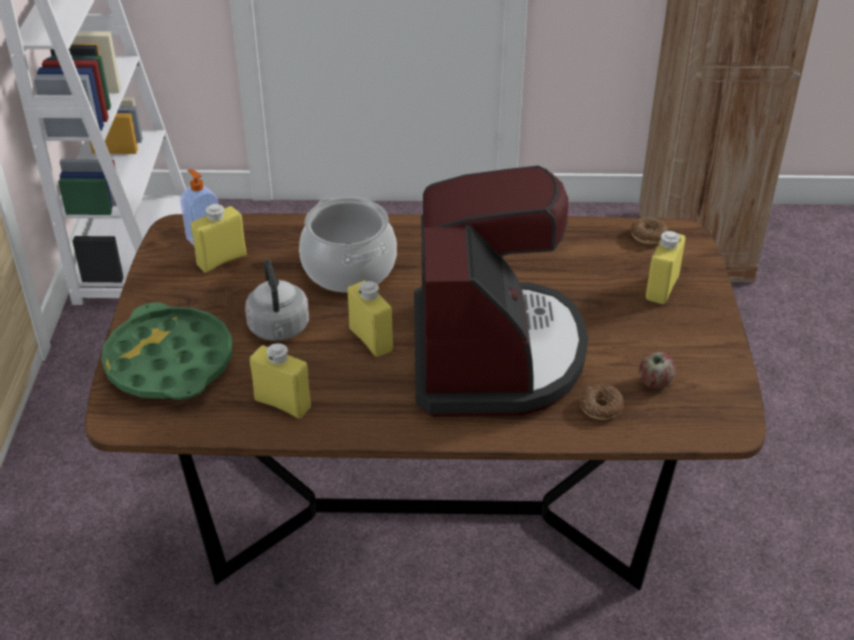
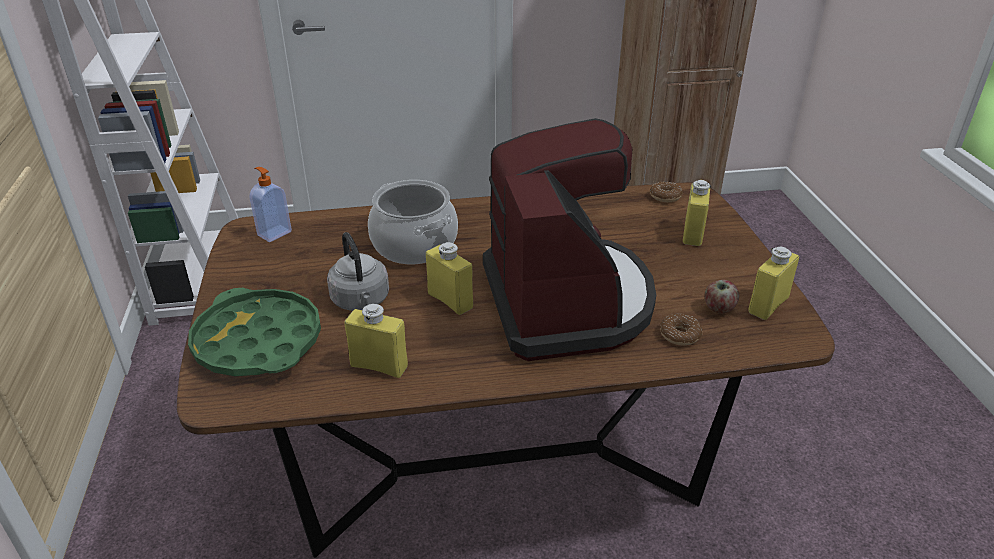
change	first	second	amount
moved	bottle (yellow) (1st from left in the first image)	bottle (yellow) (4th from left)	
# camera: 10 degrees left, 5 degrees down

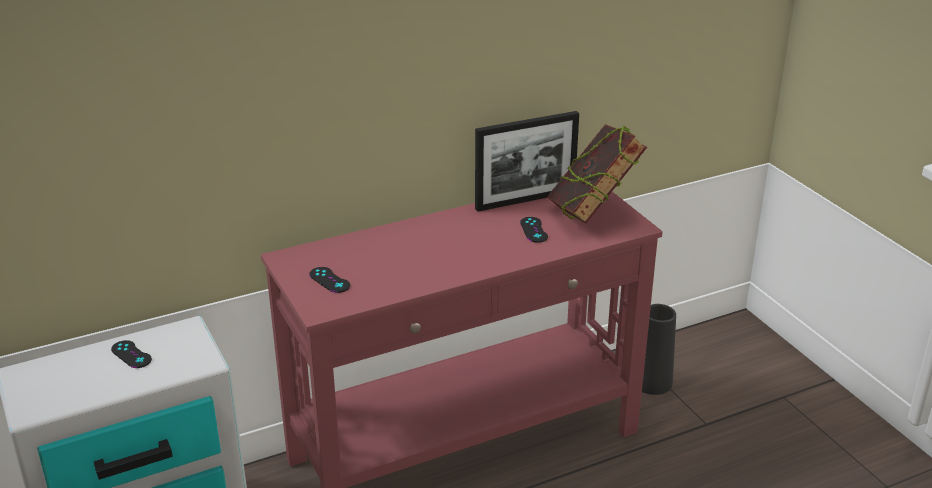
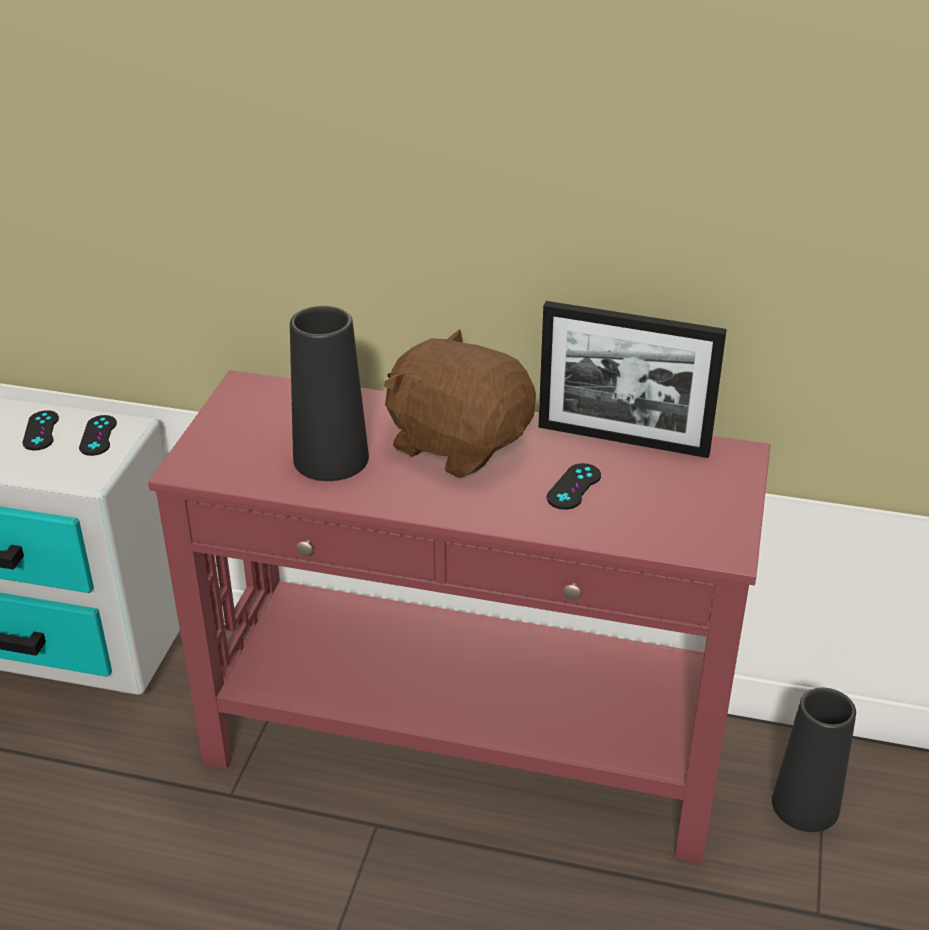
change	first	second	amount
moved	game controller (black) (2nd from left)		
removed	book		
added		vase (black) (1st from left)	
added		plush toy (brown)	
# camera: 40 degrees right, 5 degrees up

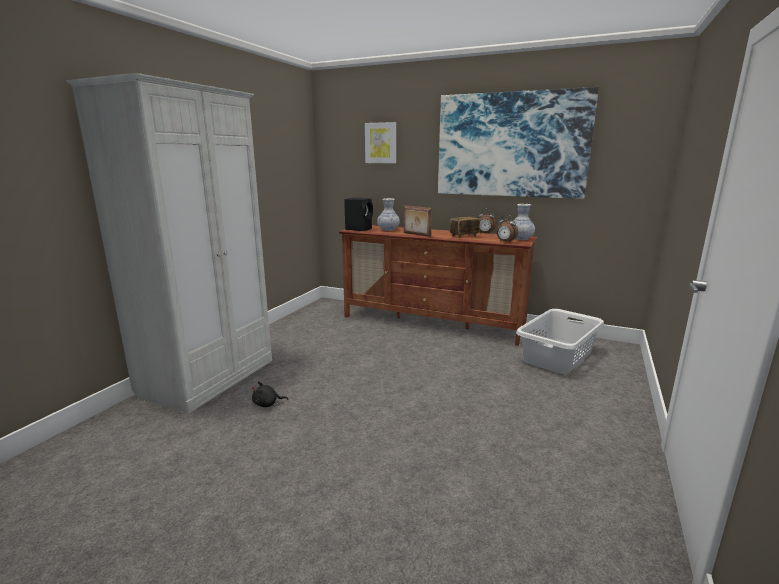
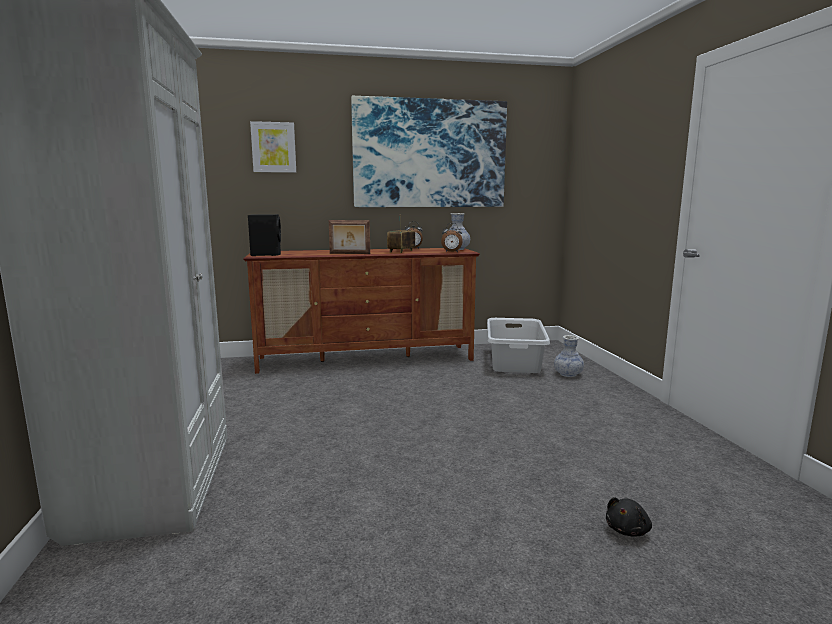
change	first	second	amount
moved	plush toy (black)		
moved	vase (1st from left in the first image)	vase (2nd from left)	
# camera: 35 degrees left, 5 degrees down

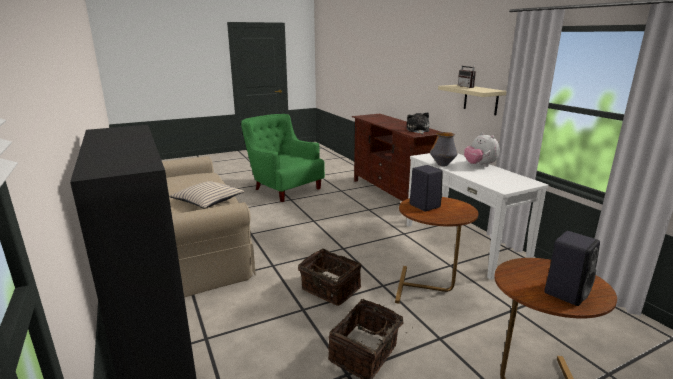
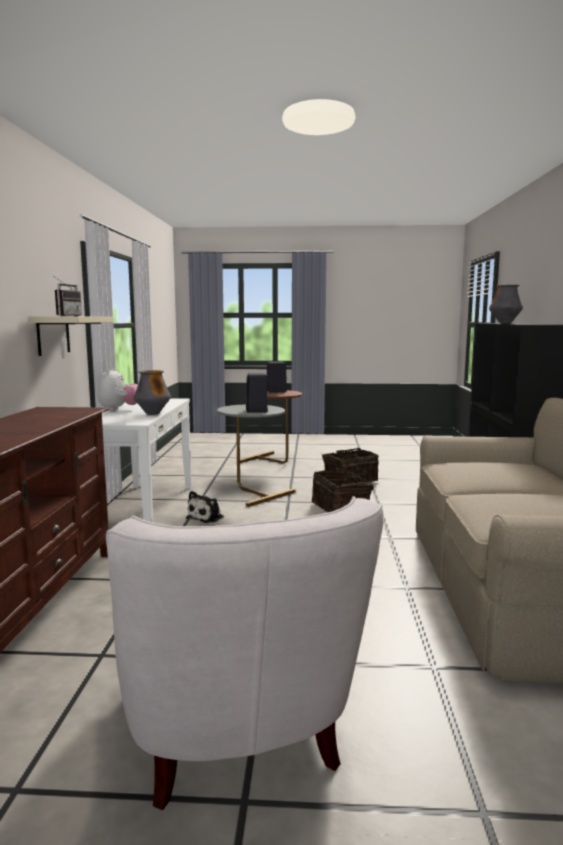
change	first	second	amount
removed	pillow (beige)		
recoloured	armchair (green)	armchair (white)	
recoloured	side table (brown) (1st from left)	side table (grey)	
moved	plush toy (1st from left in the first image)	plush toy (2nd from left)	
added		vase (2nd from left)	
# camera: 150 degrees left, 10 degrees down

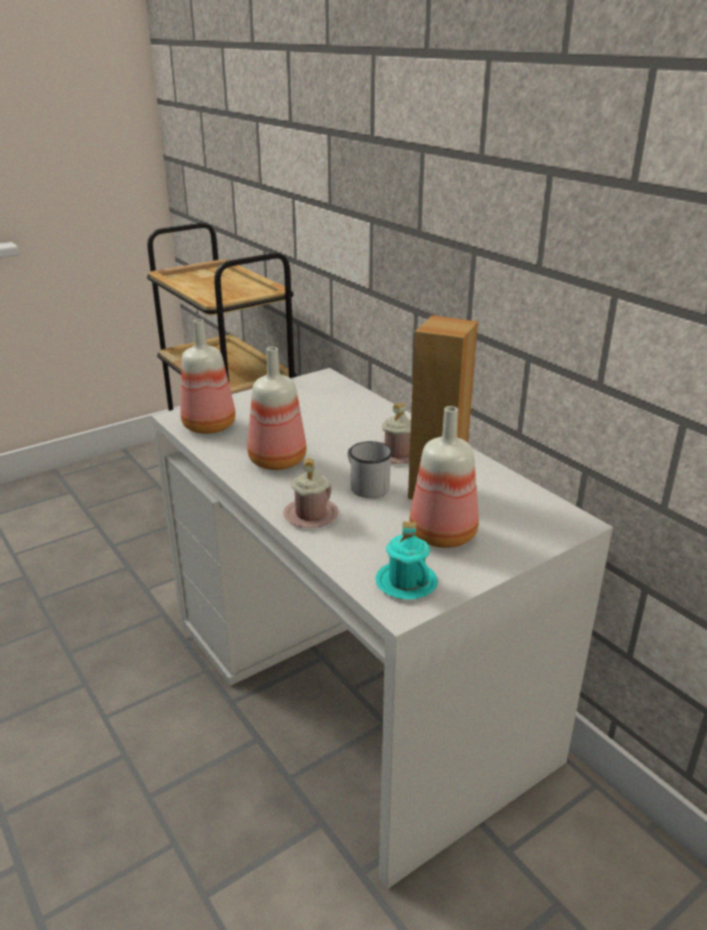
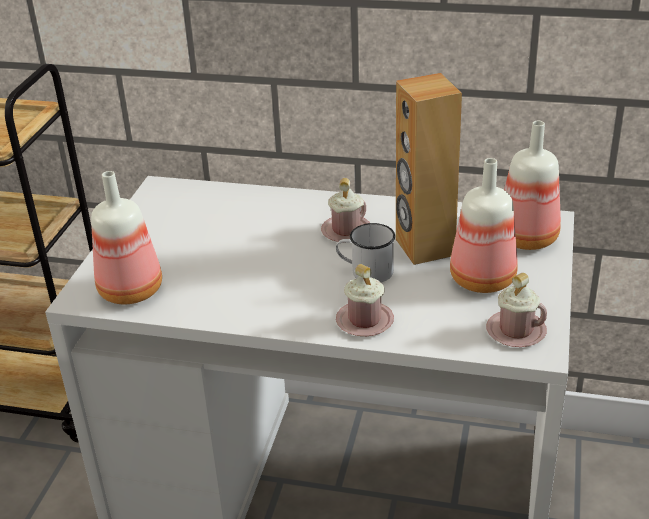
change	first	second	amount
moved	bottle (2nd from left in the first image)	bottle (3rd from left)	
recoloured	mug (turquoise)	mug (pink) (3rd from left)	
# camera: 40 degrees left, 5 degrees up

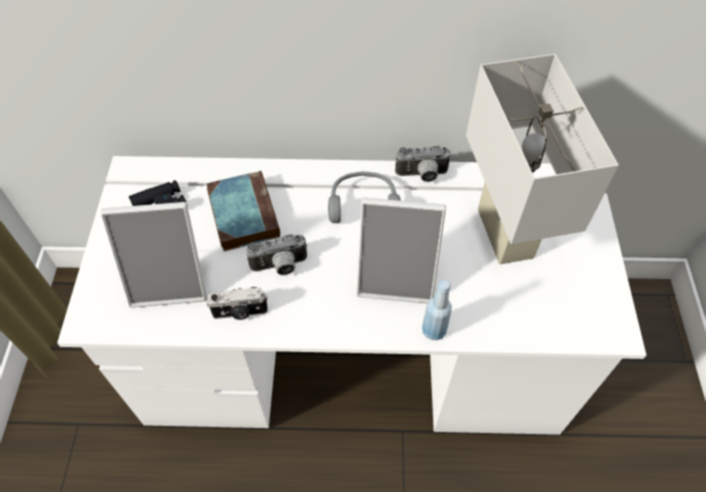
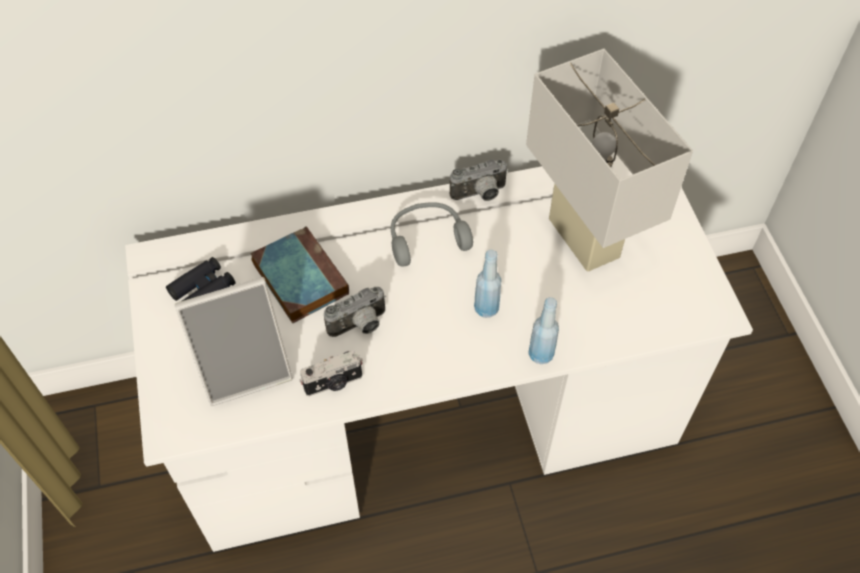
change	first	second	amount
replaced	picture frame (2nd from left)	bottle (blue) (1st from left)	
# camera: 15 degrees left, 0 degrees up

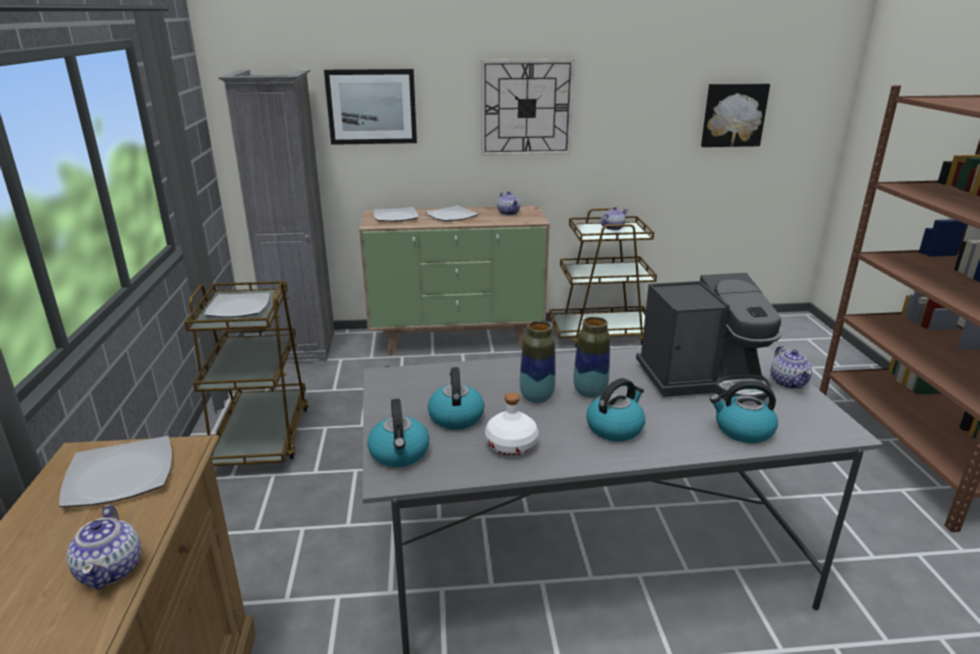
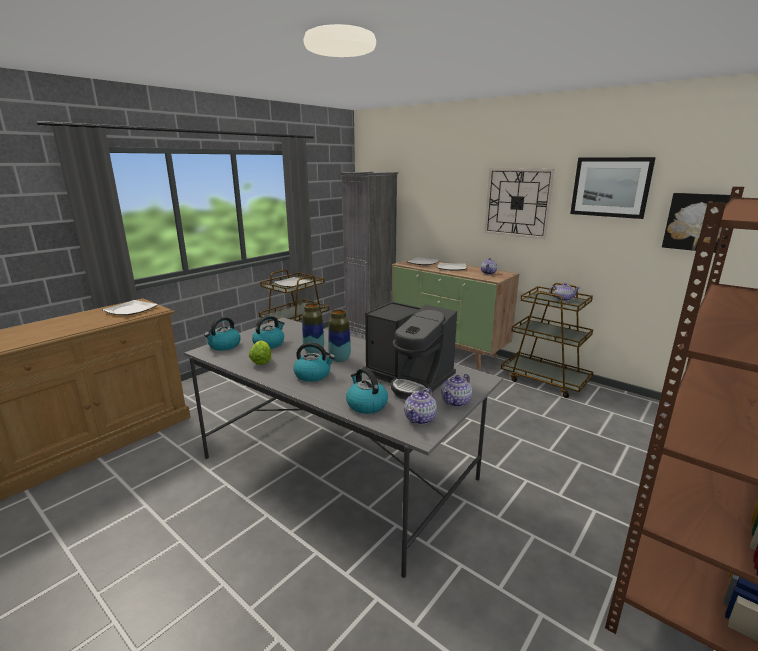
change	first	second	amount
moved	teapot (1st from left)		
moved	picture (1st from left)		
replaced	bottle (white)	lettuce	
# camera: 45 degrees right, 5 degrees down

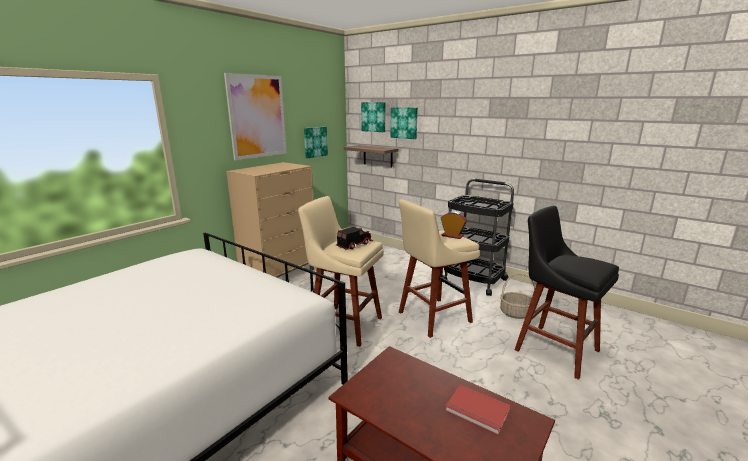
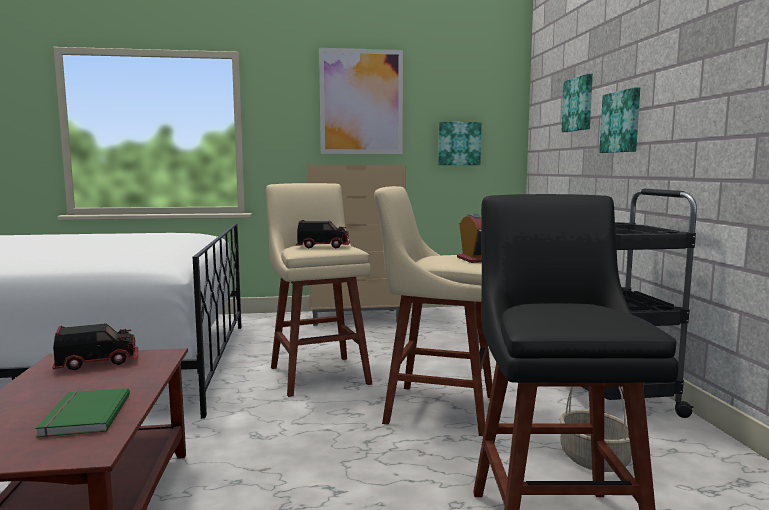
change	first	second	amount
removed	shelf		
moved	picture (3rd from left in the first image)	picture (4th from left)	
recoloured	book (red)	book (green)	
added		toy truck (1st from left)	
# camera: 45 degrees right, 10 degrees down

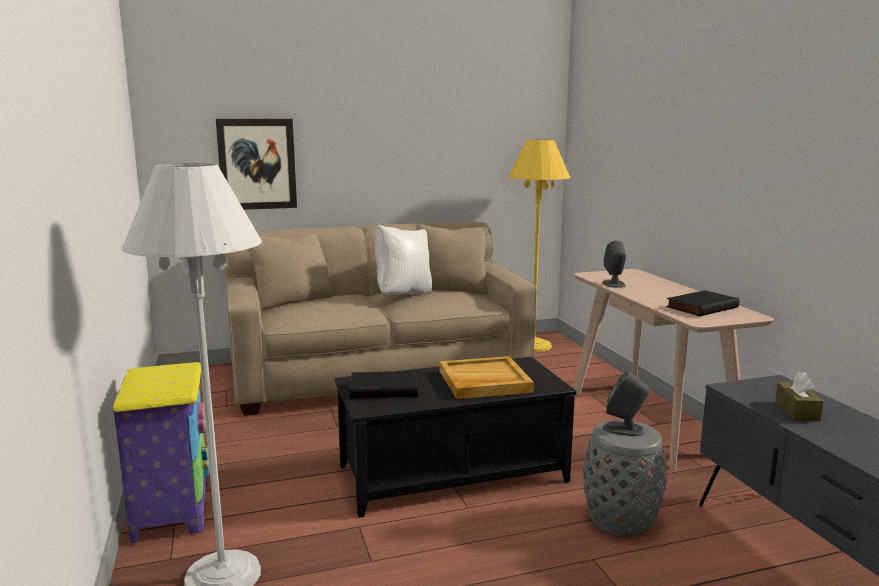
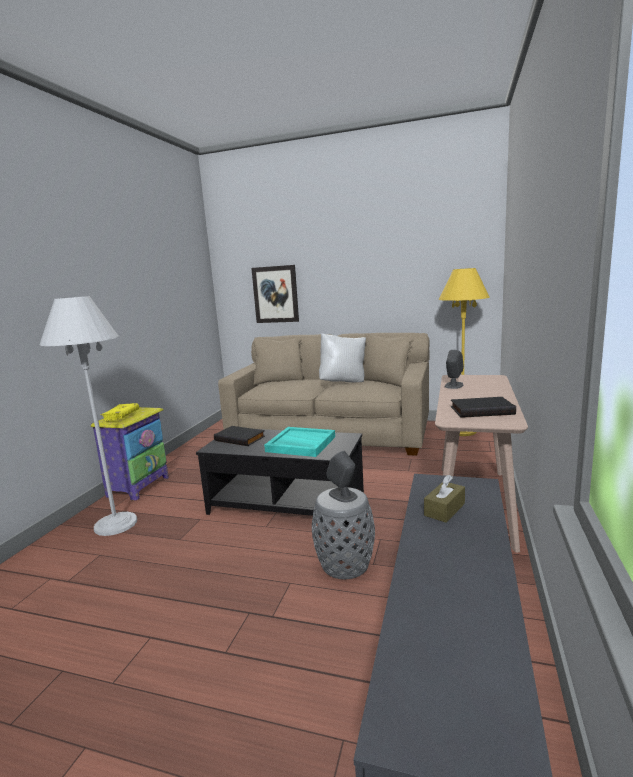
change	first	second	amount
recoloured	tray (beige)	tray (turquoise)	
added		book (yellow)	
# camera: 35 degrees right, 0 degrees up

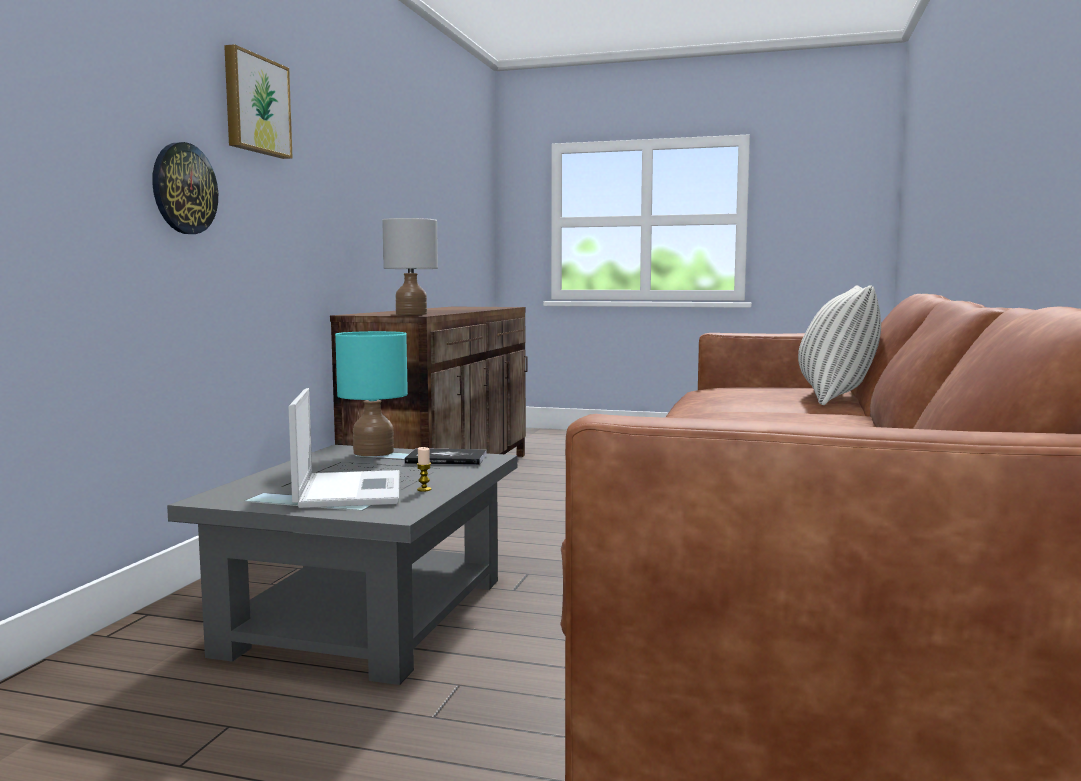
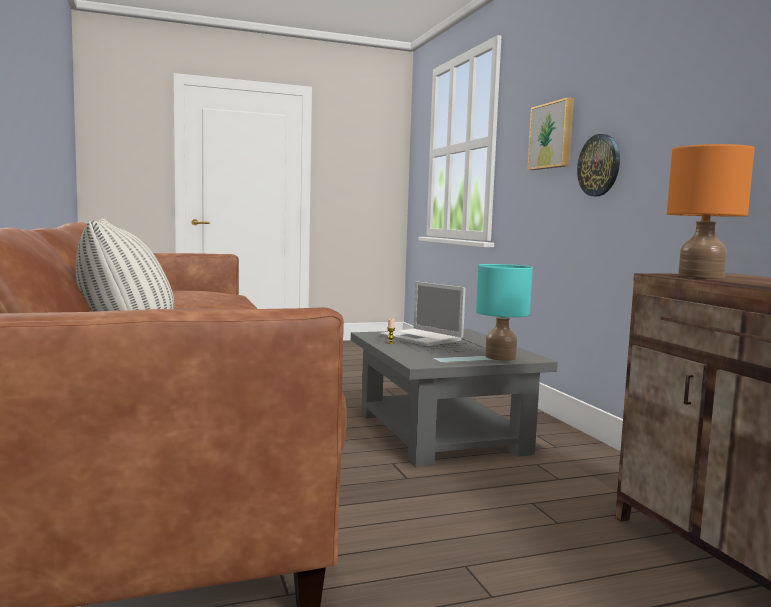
change	first	second	amount
moved	picture		
recoloured	table lamp (grey)	table lamp (orange)	
removed	book		
# camera: 145 degrees right, 0 degrees up

